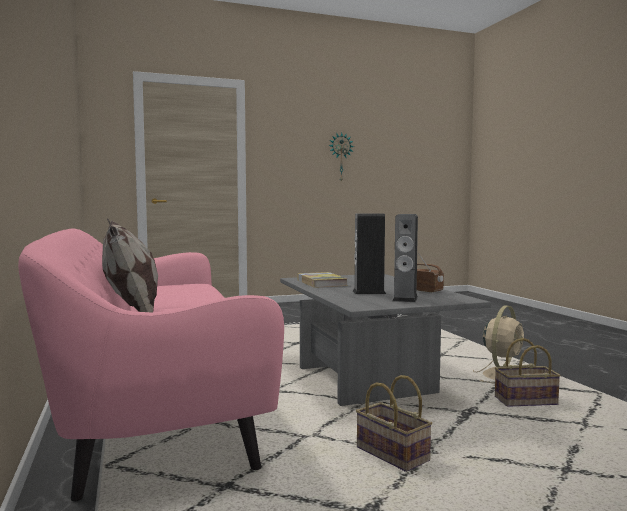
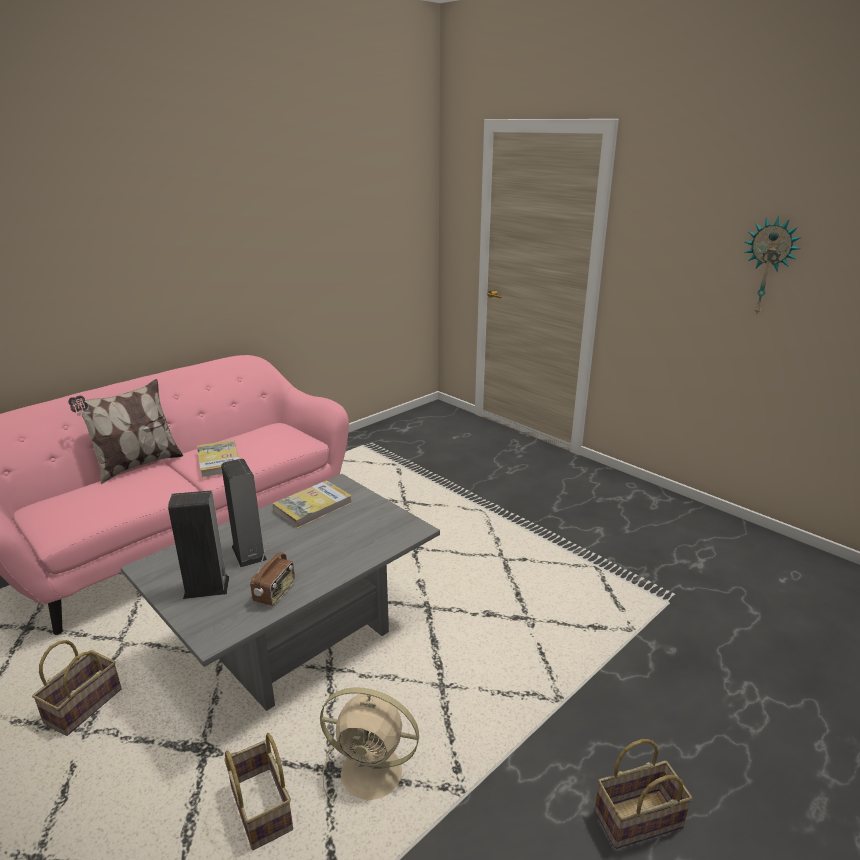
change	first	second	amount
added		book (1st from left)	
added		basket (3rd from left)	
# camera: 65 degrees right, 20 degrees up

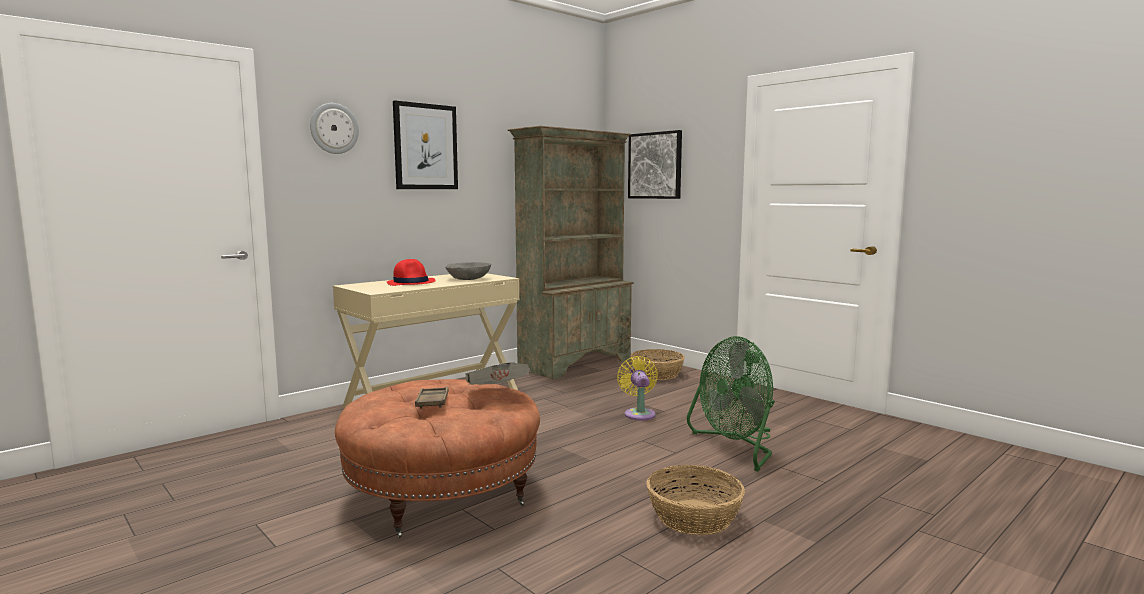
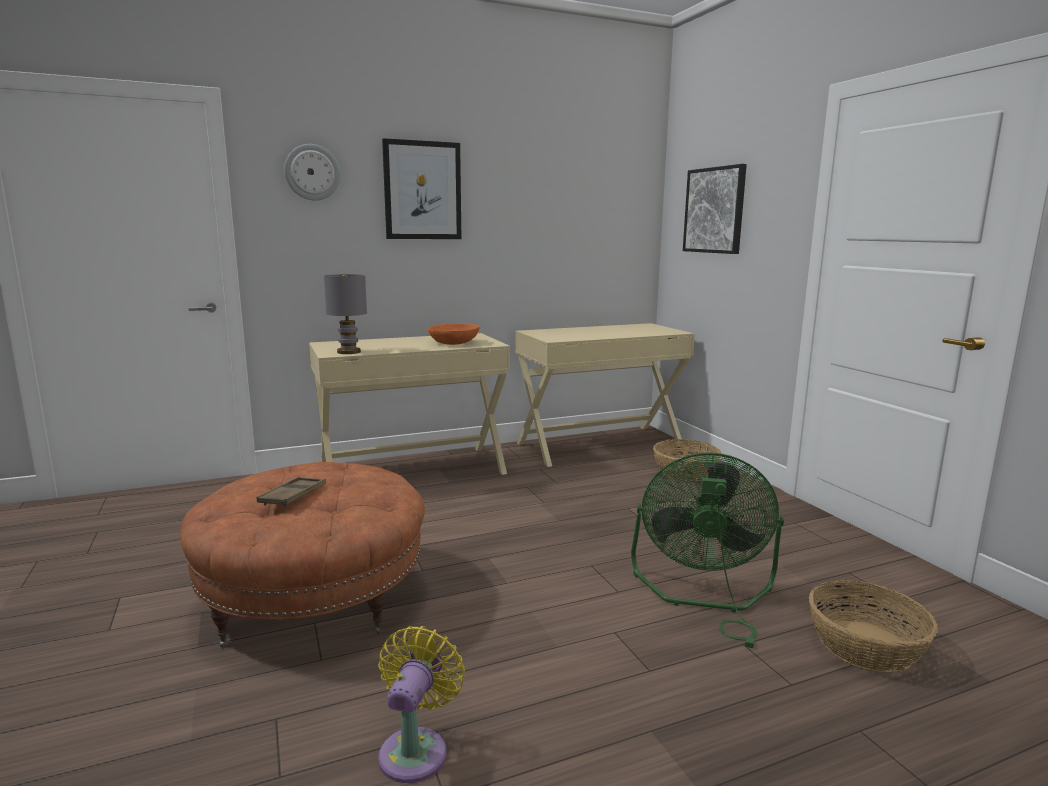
change	first	second	amount
removed	hat (red)		
recoloured	bowl (grey)	bowl (orange)	
removed	newspaper		
replaced	bookcase (green)	console table (beige) (2nd from left)	
moved	fan (yellow)		
moved	basket (2nd from left)		
turned	fan (green)		105 degrees clockwise
added		table lamp (grey)	
# camera: 20 degrees right, 5 degrees up

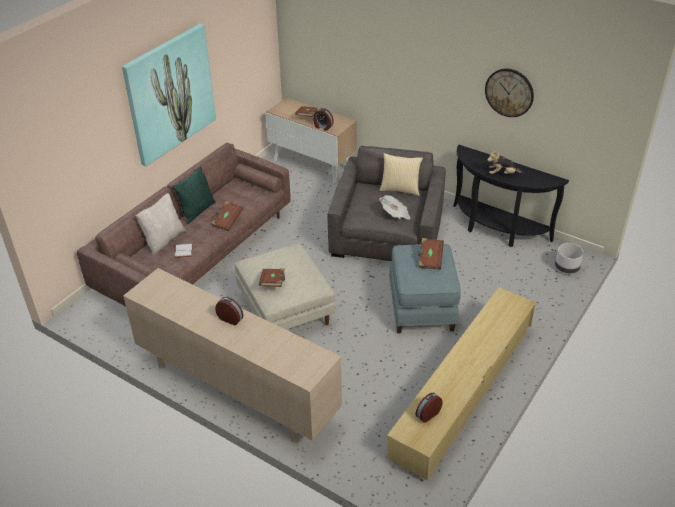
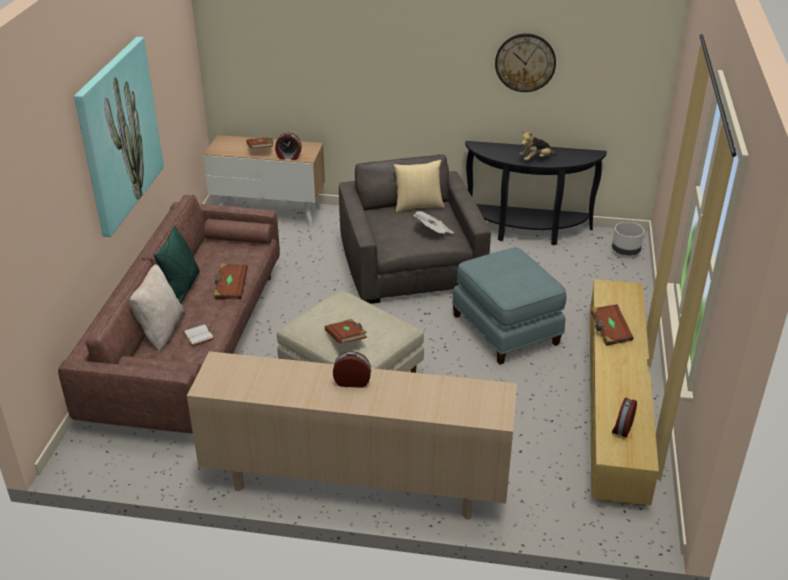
change	first	second	amount
moved	book (brown) (4th from left)		
# camera: 25 degrees left, 5 degrees down

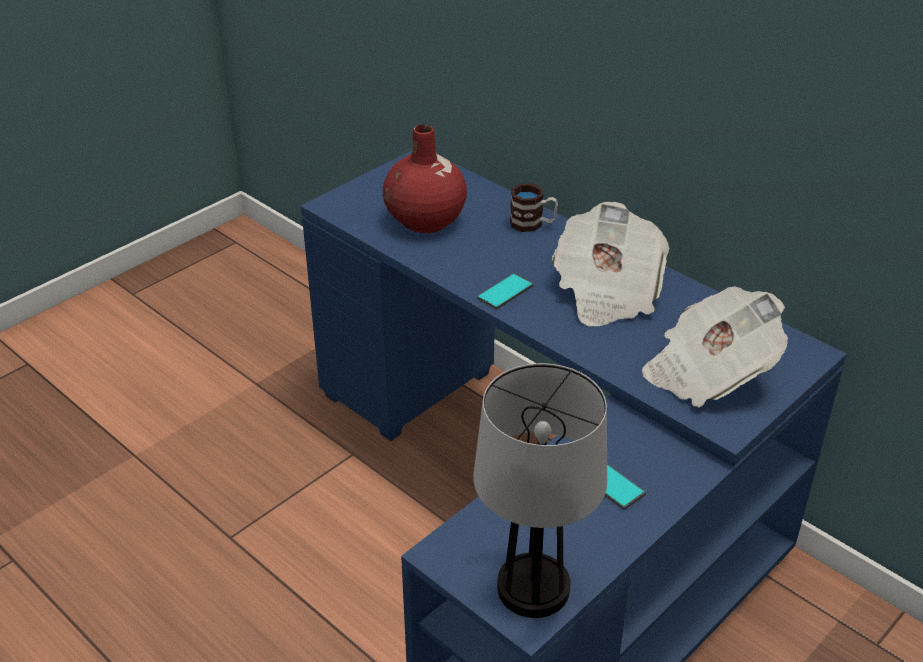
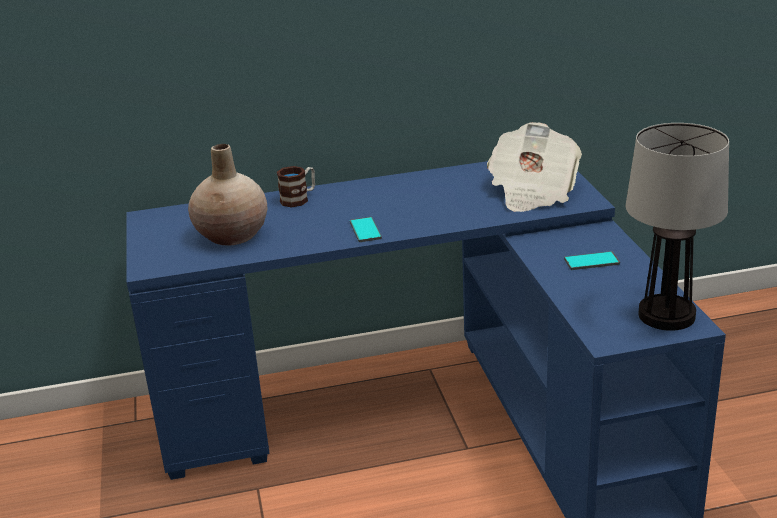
change	first	second	amount
recoloured	vase (red)	vase (beige)	
removed	newspaper (1st from left)		
# camera: 55 degrees left, 10 degrees down

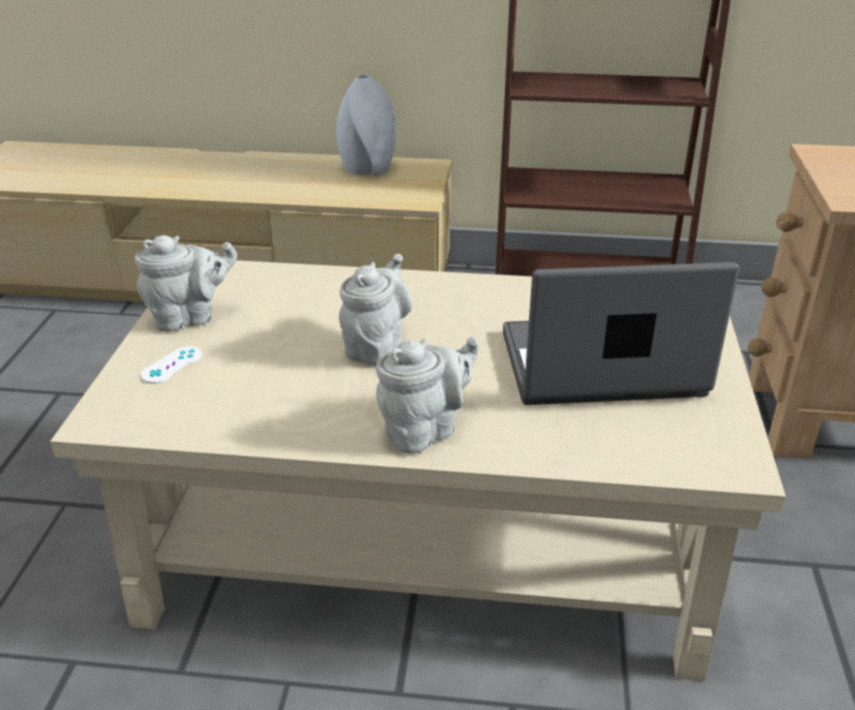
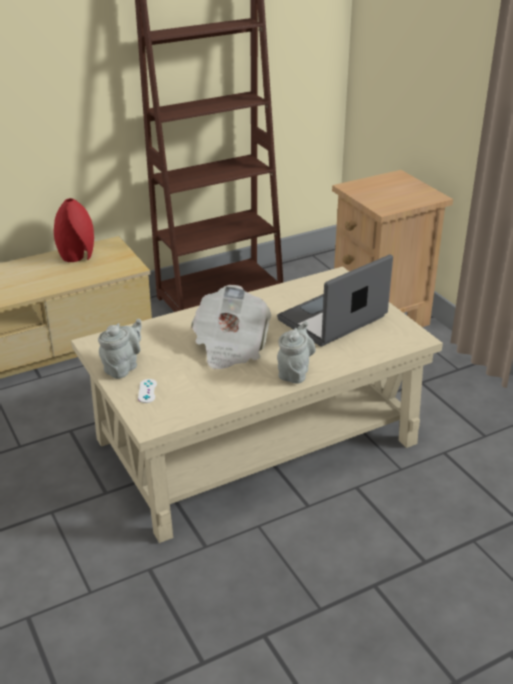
change	first	second	amount
recoloured	vase (grey)	vase (red)	
replaced	teapot (grey) (2nd from left)	newspaper	
# camera: 35 degrees left, 0 degrees up

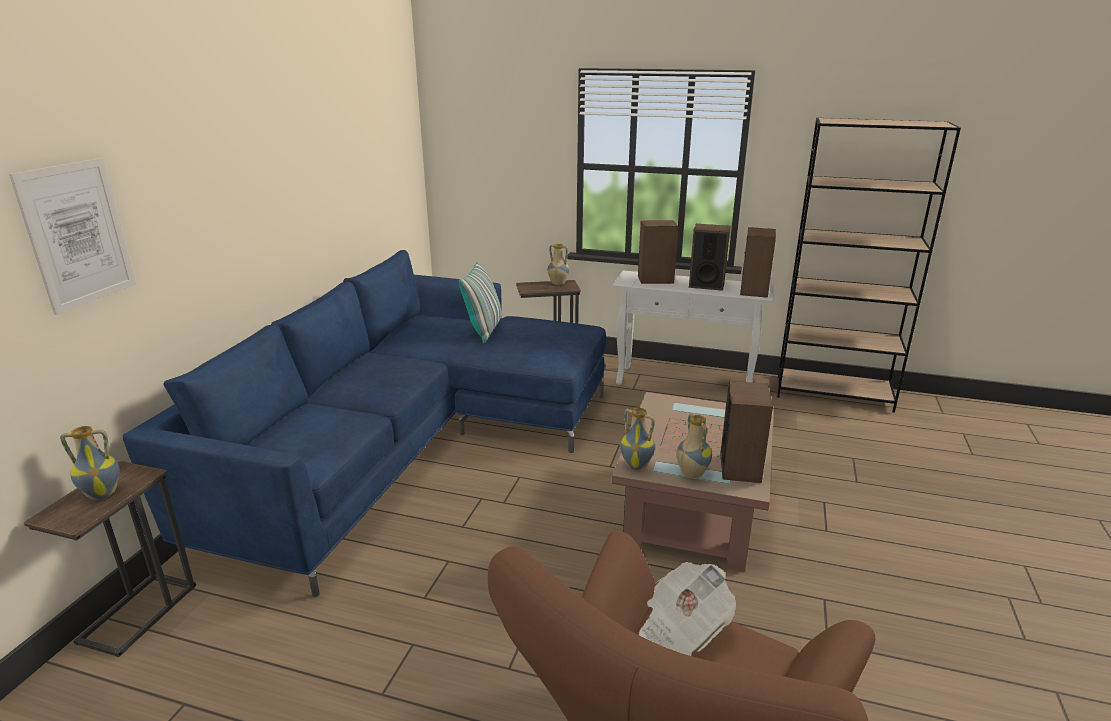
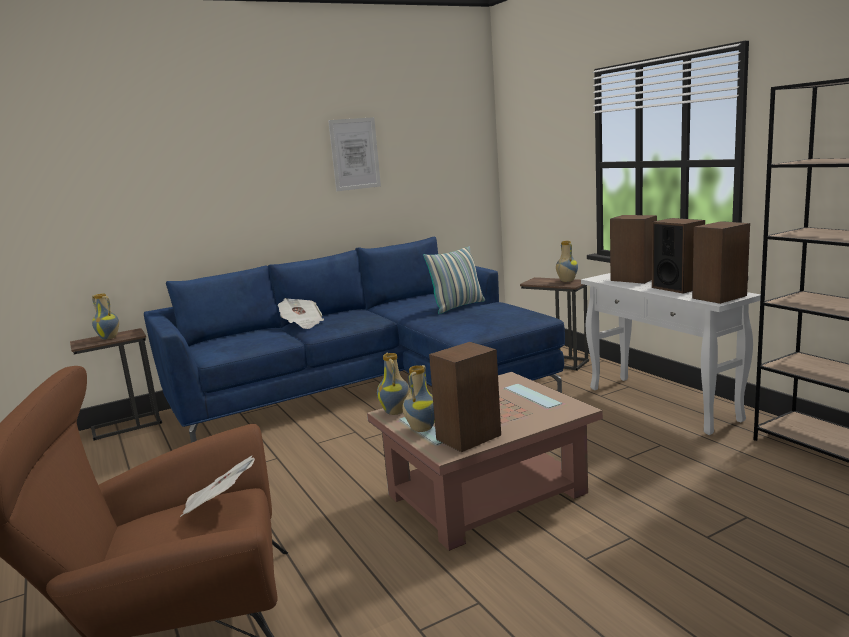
change	first	second	amount
moved	picture		
added		newspaper (2nd from left)	
# camera: 45 degrees right, 10 degrees down

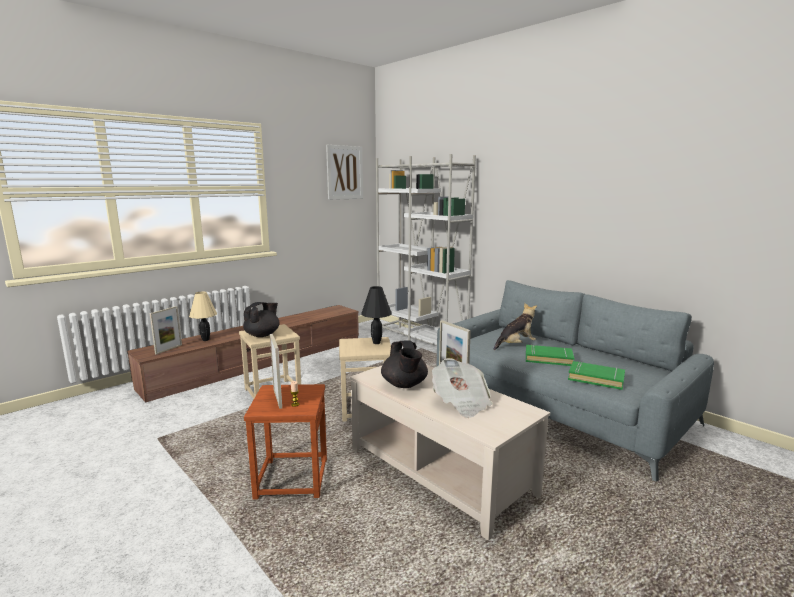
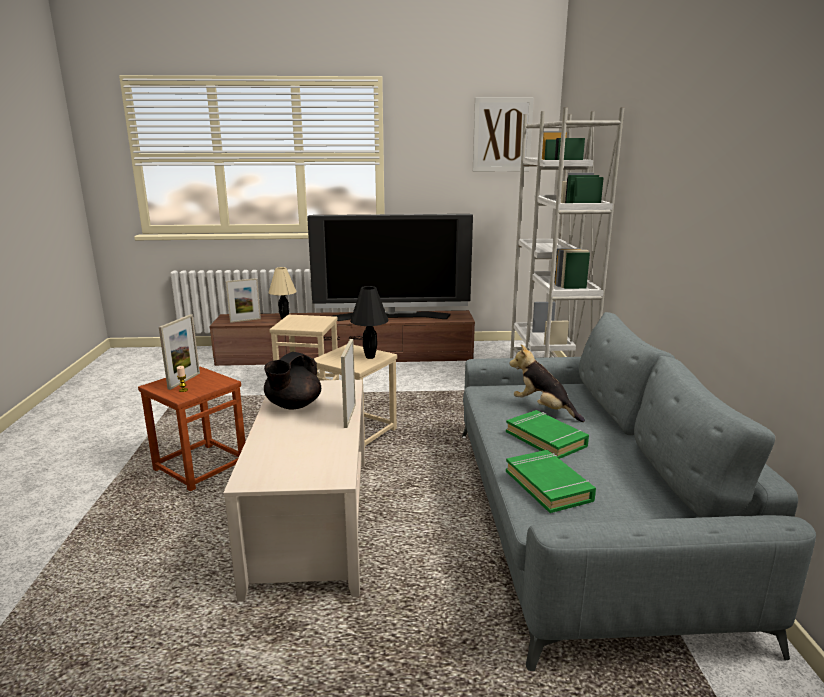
change	first	second	amount
removed	teapot (black) (1st from left)		
removed	newspaper		
turned	plush toy		150 degrees counterclockwise
added		television	
# camera: 40 degrees right, 5 degrees up

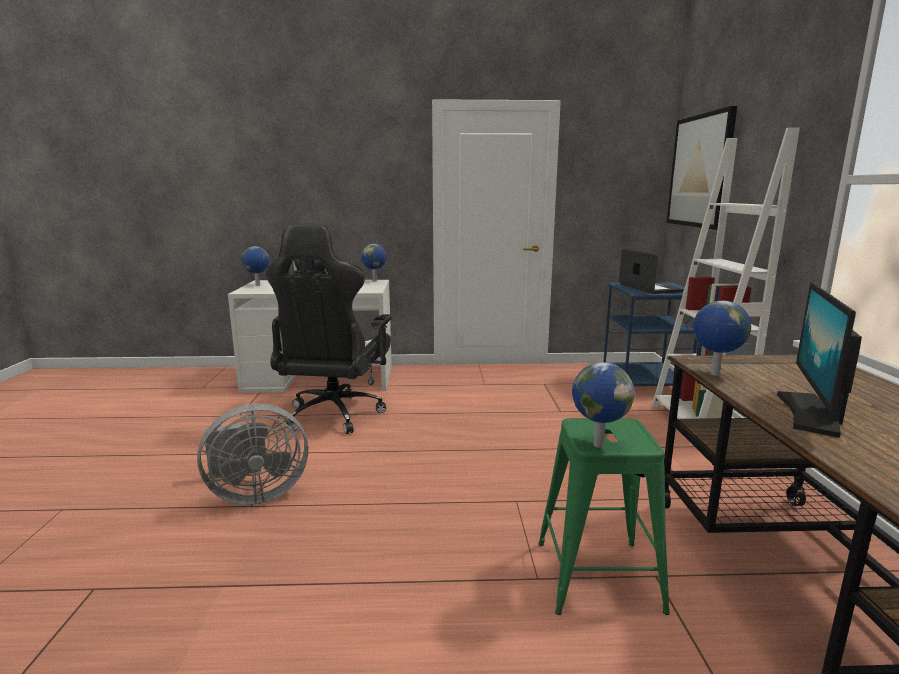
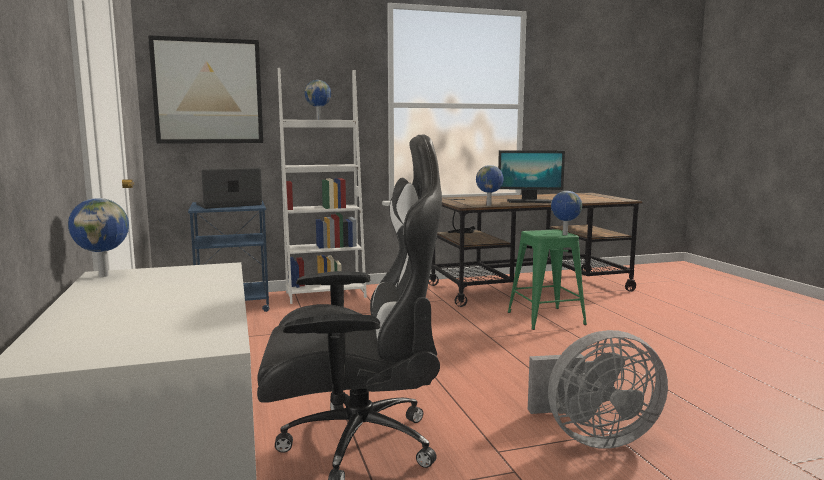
change	first	second	amount
turned	fan (grey)		120 degrees clockwise
moved	globe (1st from left in the first image)	globe (2nd from left)	
# camera: 105 degrees left, 5 degrees down

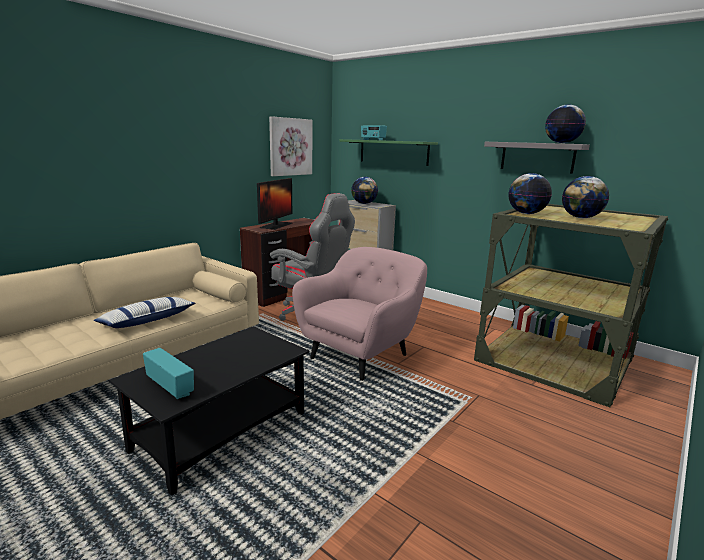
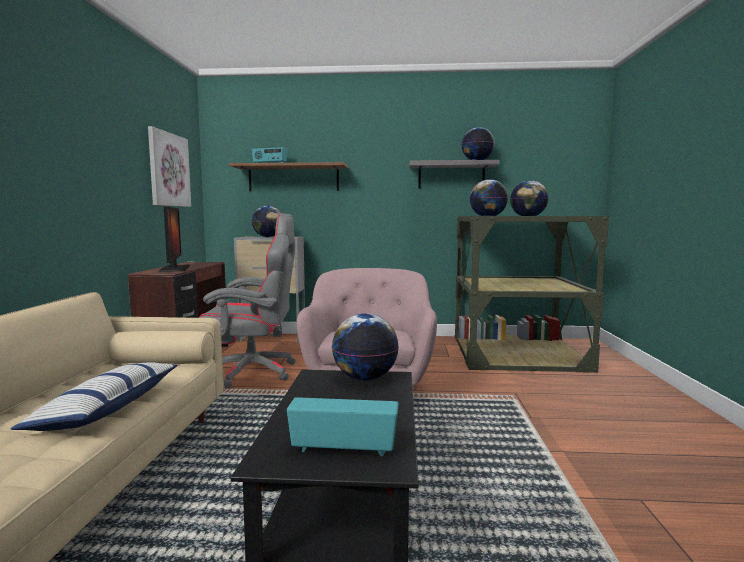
change	first	second	amount
recoloured	shelf (green)	shelf (brown)	
added		globe (2nd from left)	
# camera: 35 degrees left, 10 degrees down

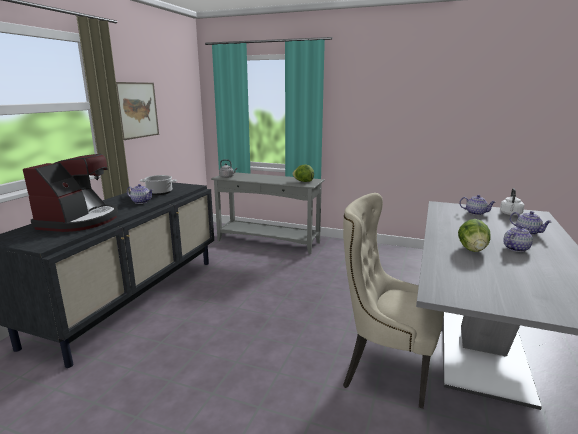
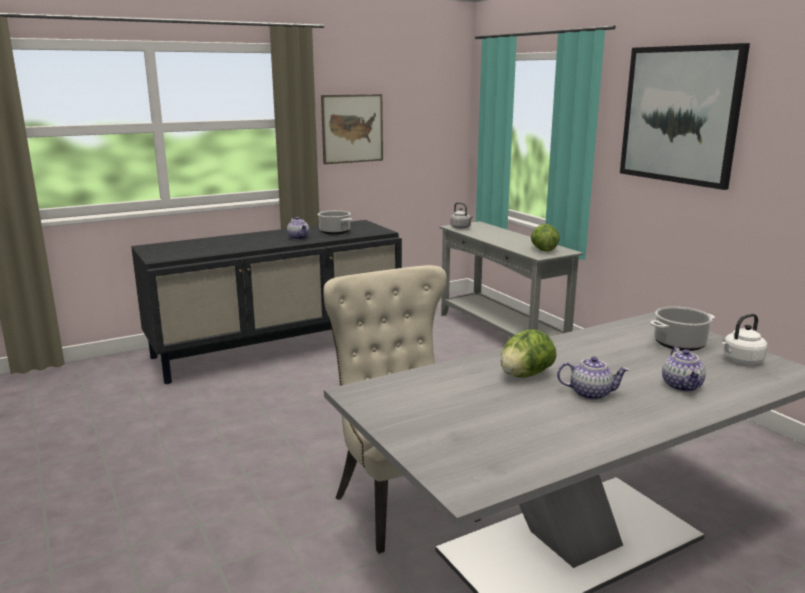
change	first	second	amount
removed	coffee machine		
replaced	teapot (2nd from left)	cooking pot (2nd from left)	
added		picture (2nd from left)	
# camera: 40 degrees right, 0 degrees up

